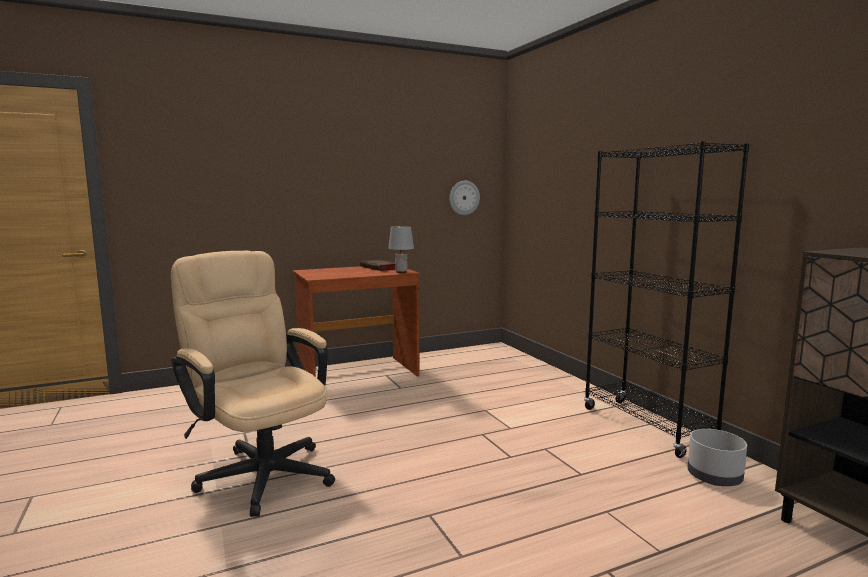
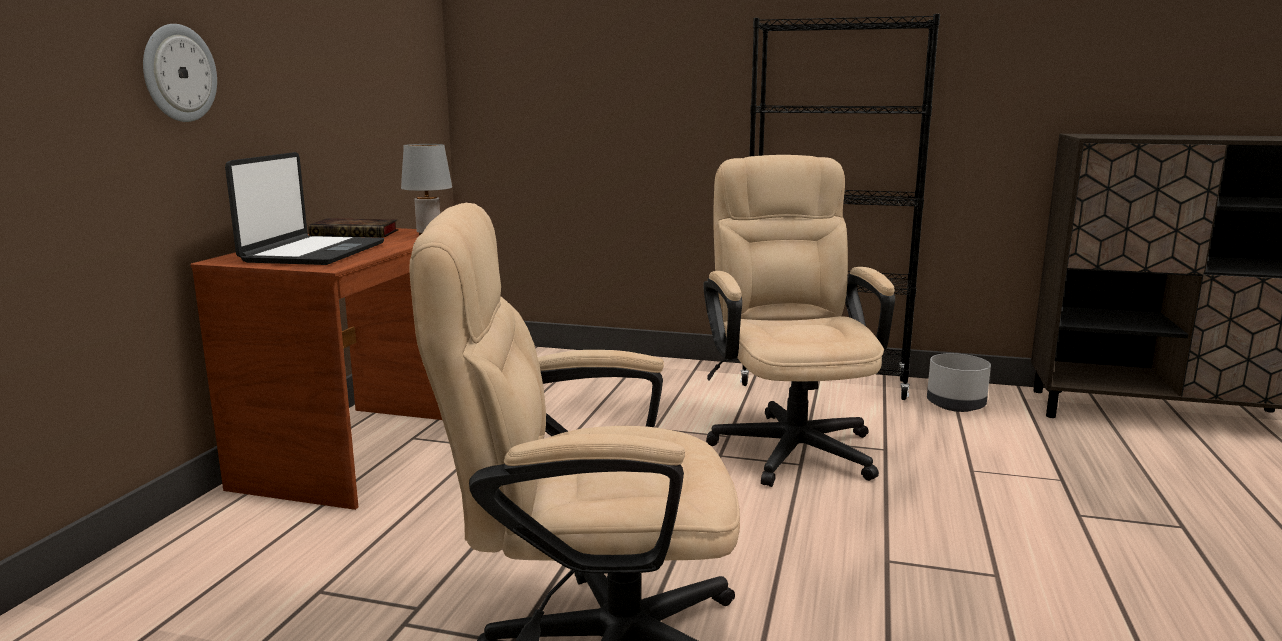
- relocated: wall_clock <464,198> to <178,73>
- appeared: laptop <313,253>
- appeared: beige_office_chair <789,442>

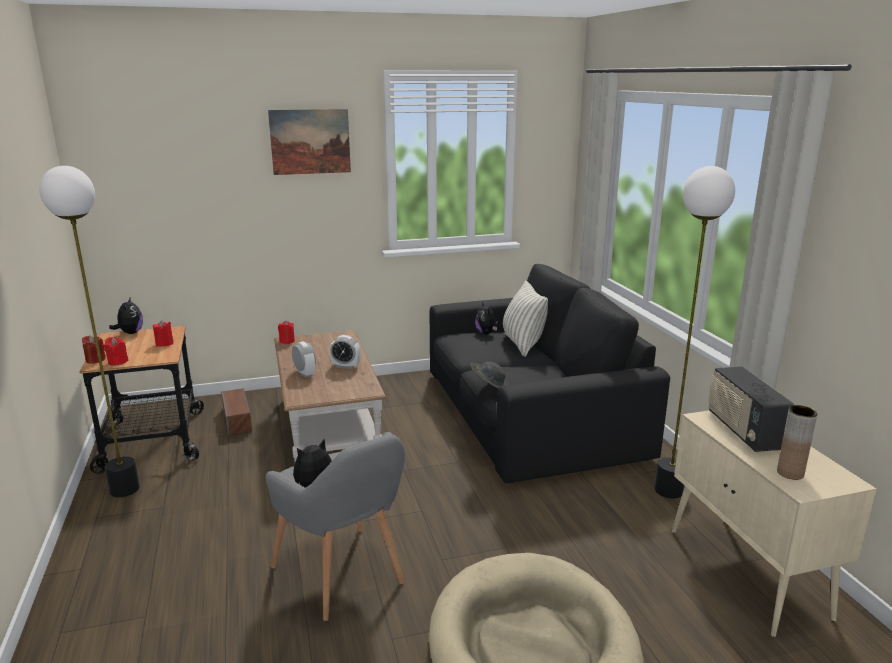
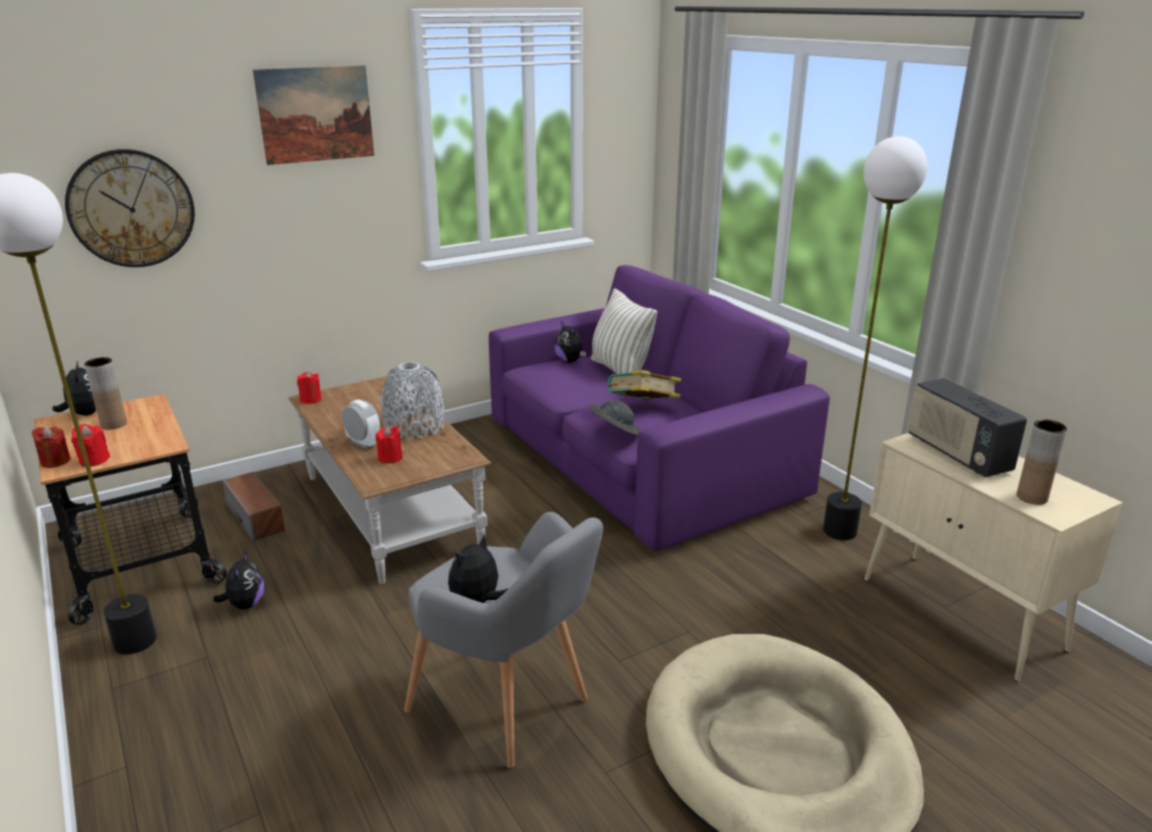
- relocated: red_candle <164,343> to <390,458>
- exchanged: alarm_clock <345,366> to grey_vase <414,426>
- colour: black_sofa <528,414> to purple_sofa <638,459>
- appeared: wall_clock <131,208>
- appeared: brown_vase <114,424>
- appeared: plush_toy <245,604>
- appeared: book <642,408>

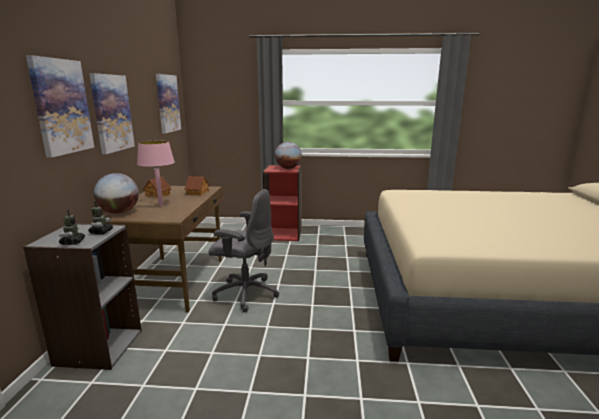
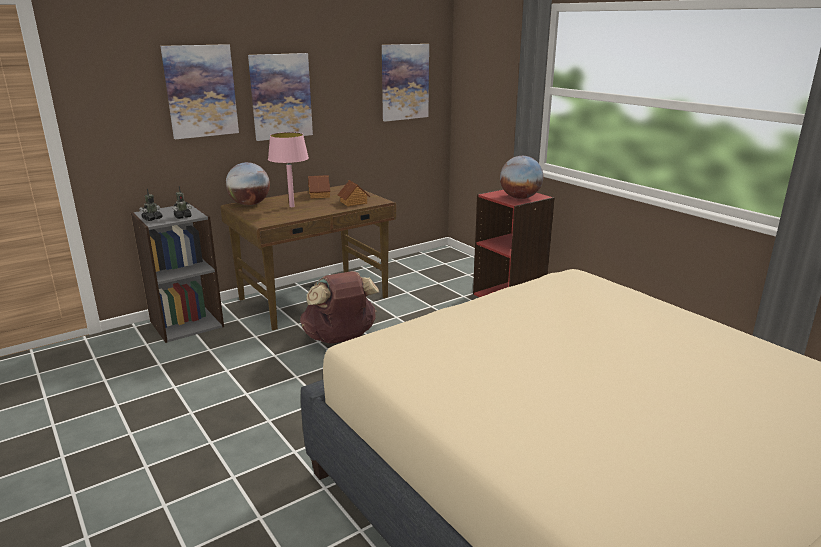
- exchanged: grey_office_chair <245,293> to brown_backpack <340,339>

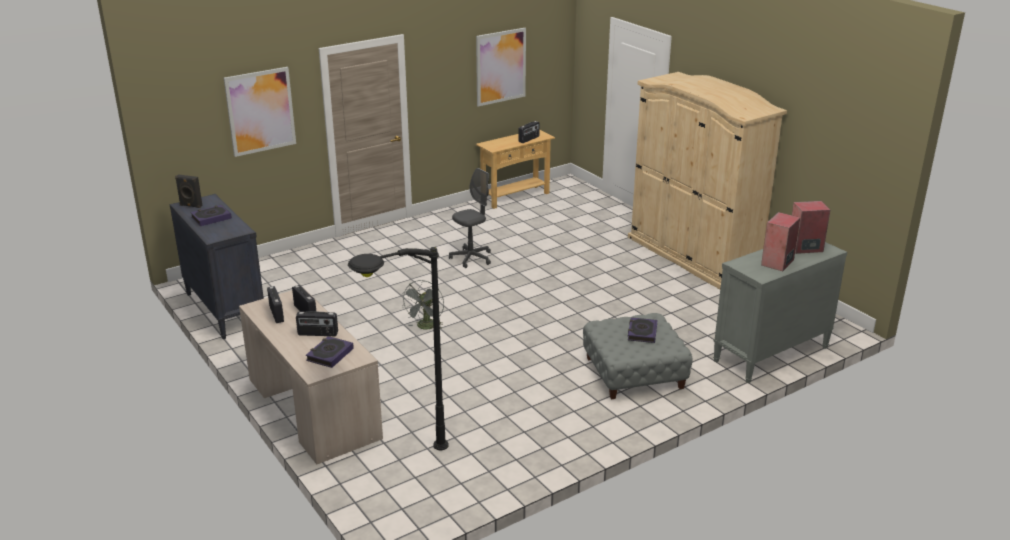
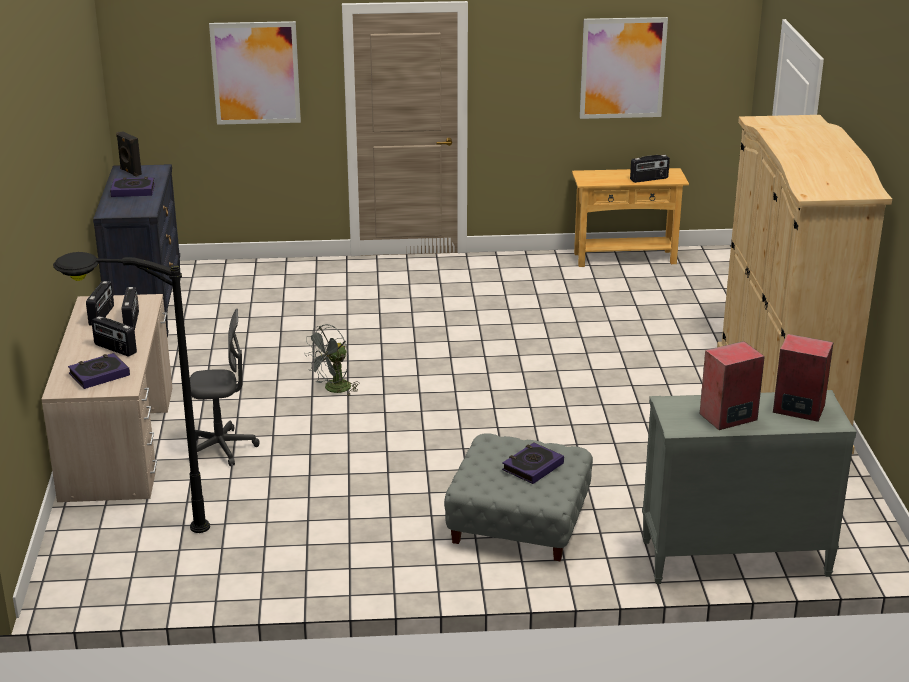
- relocated: grey_office_chair <471,258> to <222,448>

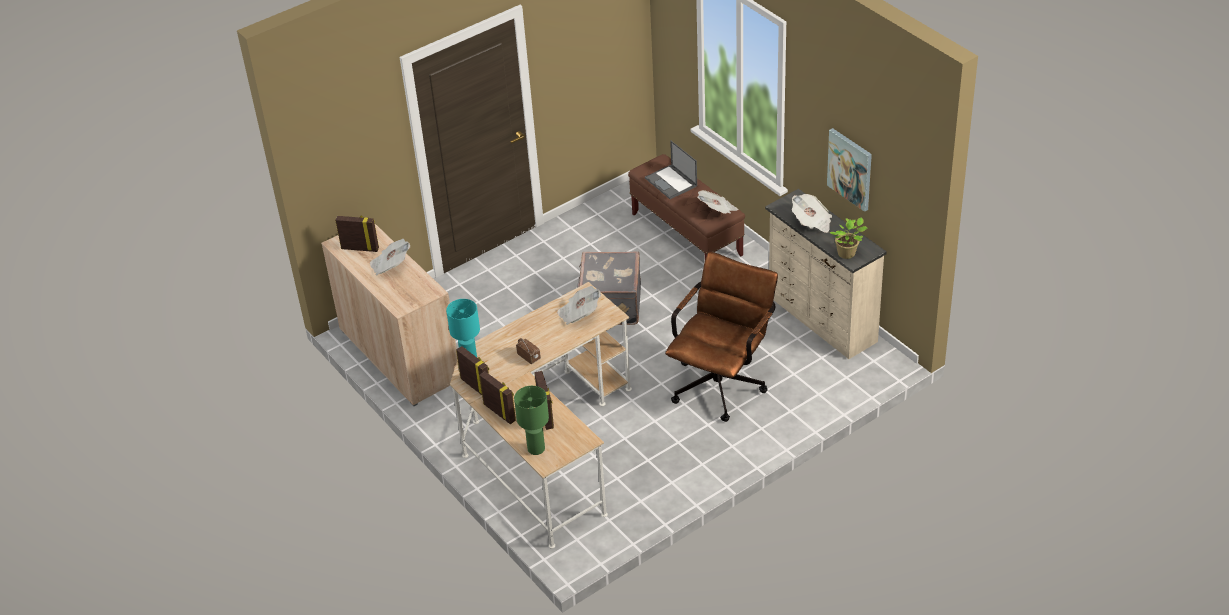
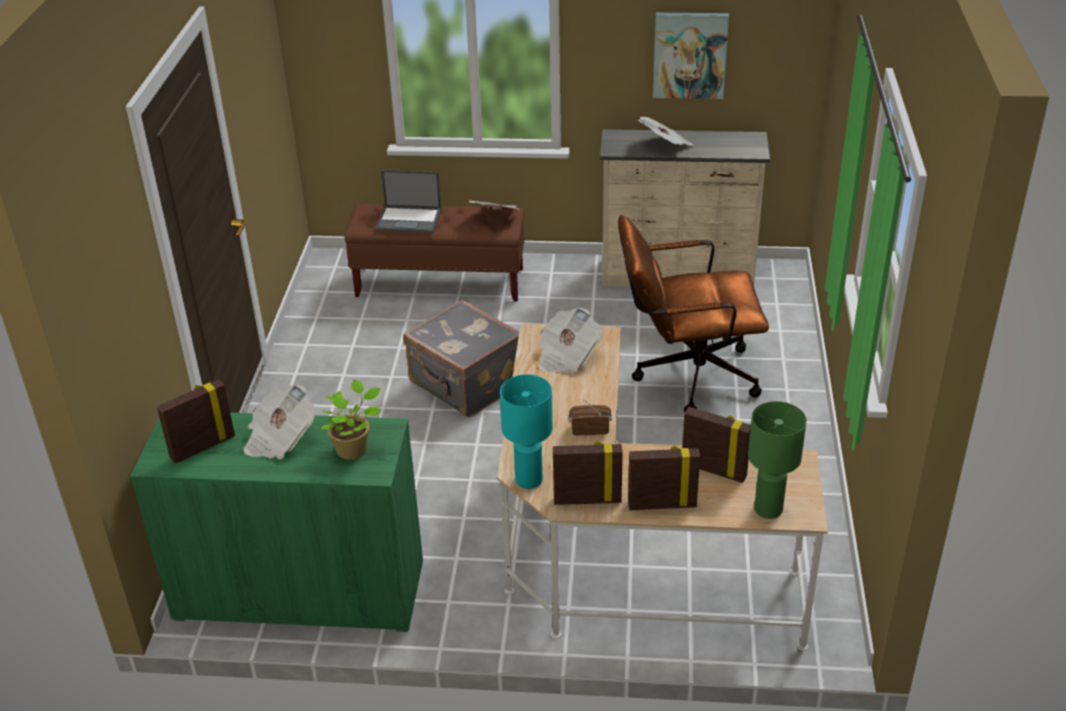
- colour: beige_cabinet <400,355> to green_cabinet <300,591>
- spun: brown_office_chair <722,381> = <685,376> 75 degrees counterclockwise
- relocated: potted_plant <848,254> to <354,449>

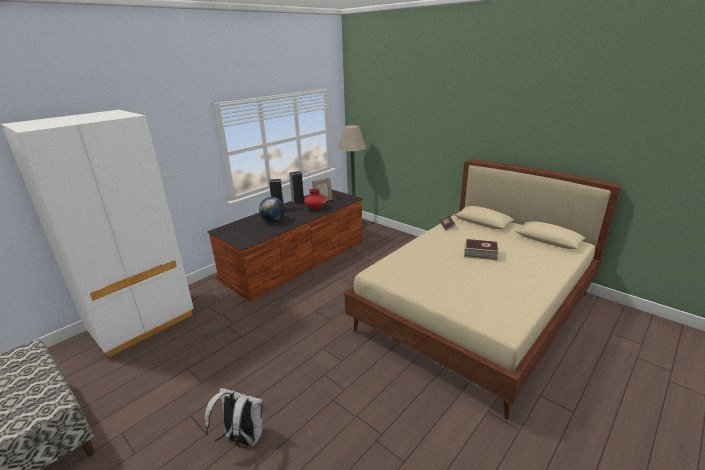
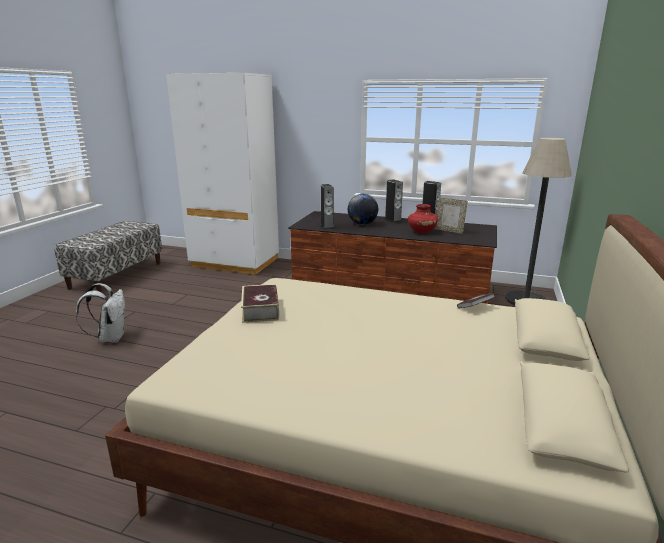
- relocated: book <480,253> to <260,309>
- appeared: speaker <327,227>

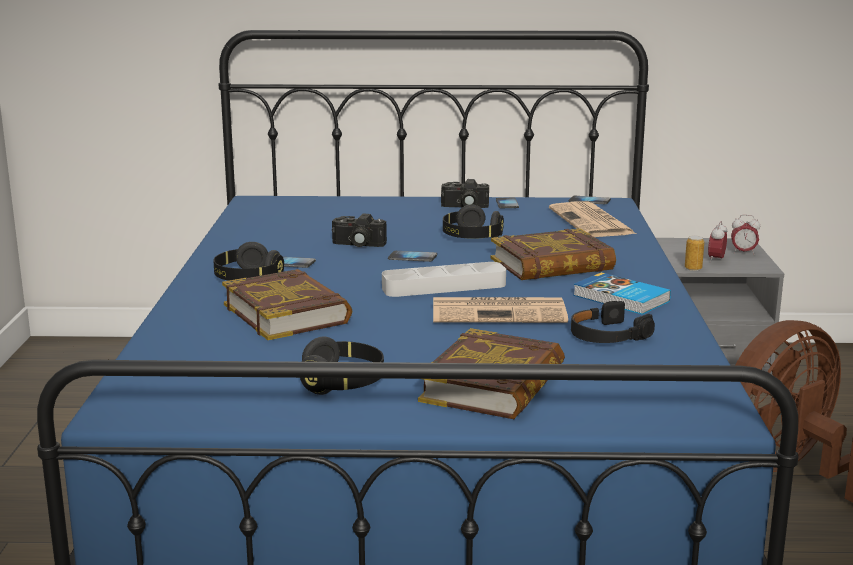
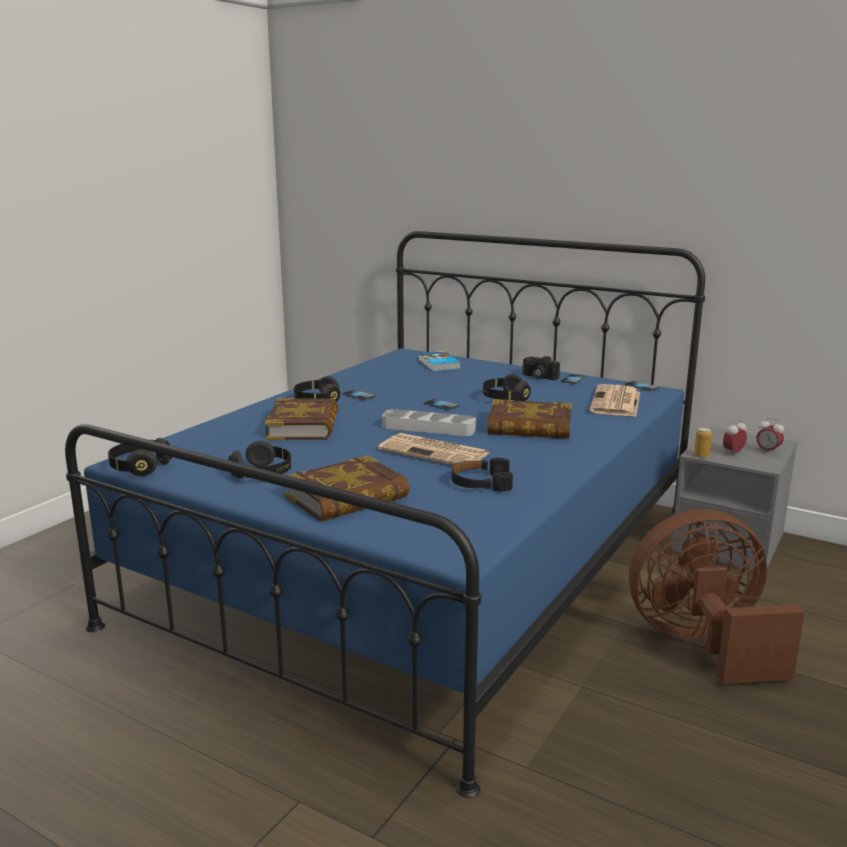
- missing: photo_camera <357,245>
- relocated: book <620,299> to <438,364>
- appeared: black_headphones <140,467>

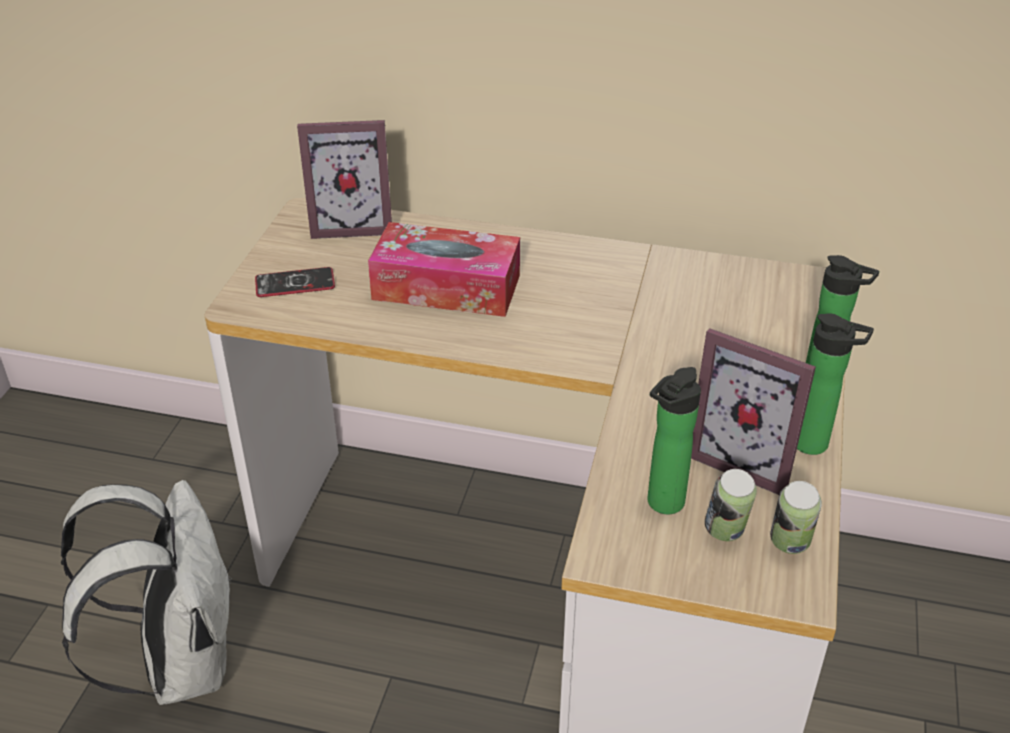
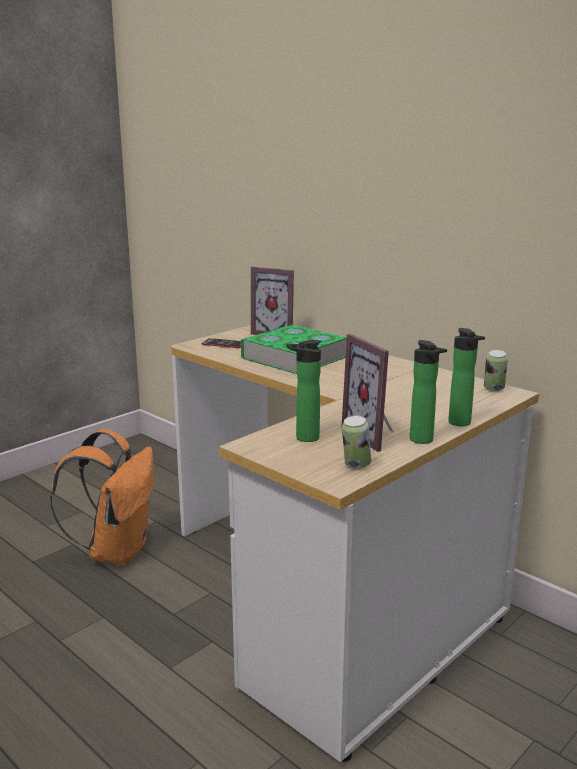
- colour: white_backpack <180,661> to orange_backpack <117,551>
- exchanged: tissue_box <446,287> to book <294,357>
- relocated: can <725,532> to <493,390>

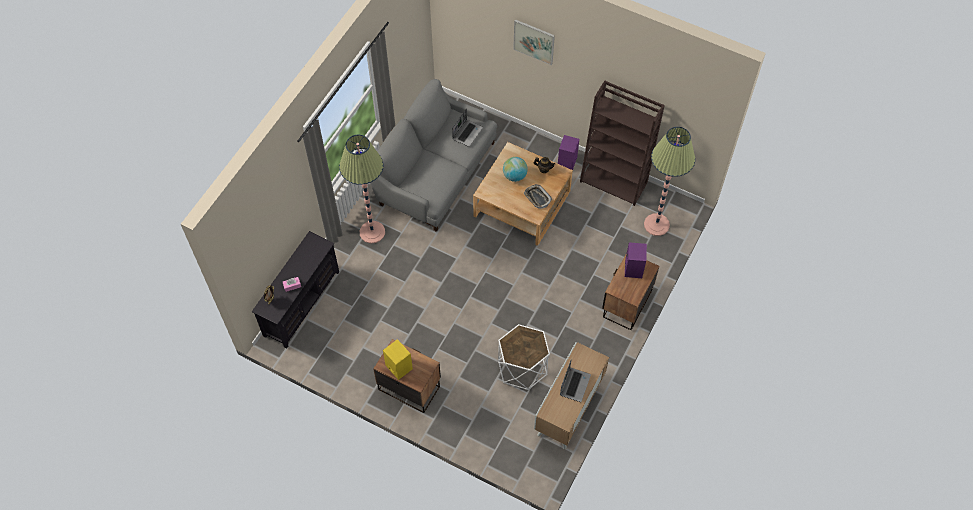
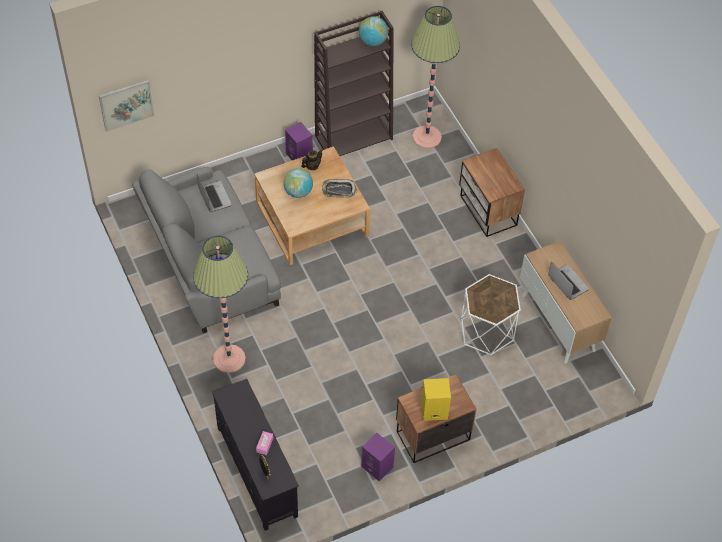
- relocated: picture <534,41> to <126,104>
- relocated: purple_speaker <634,269> to <378,467>
- appeared: globe <373,41>

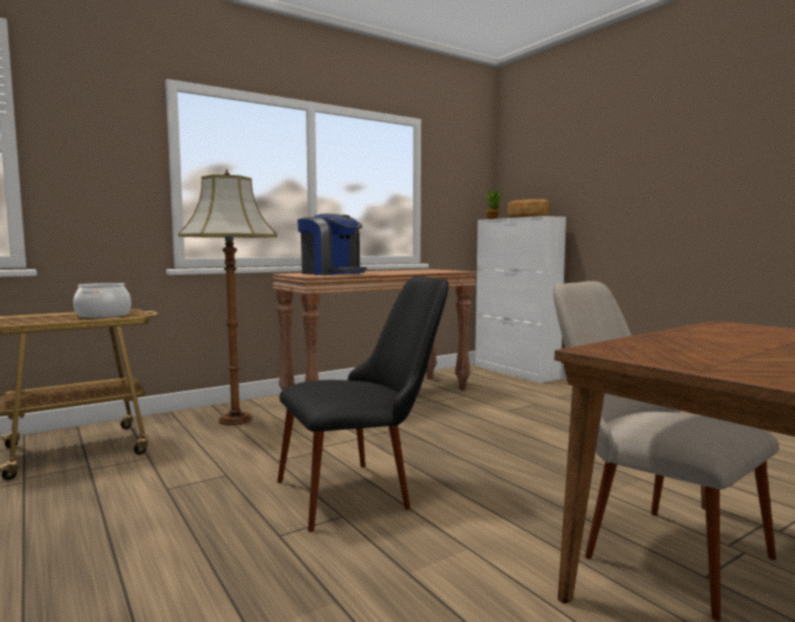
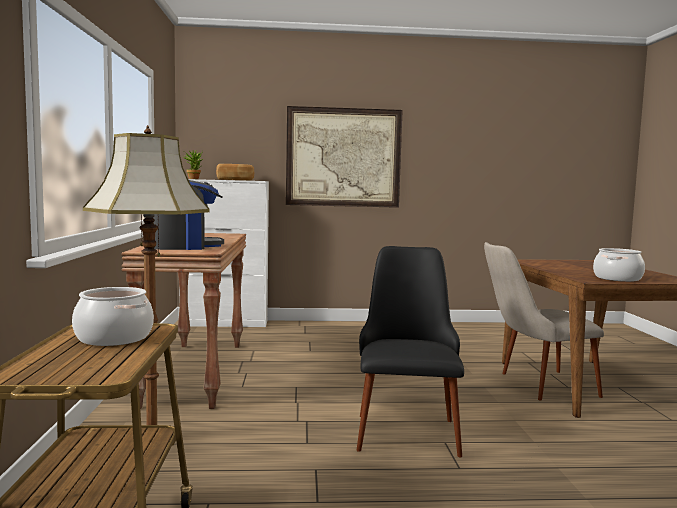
- appeared: picture <343,157>
- appeared: cooking_pot <617,278>

